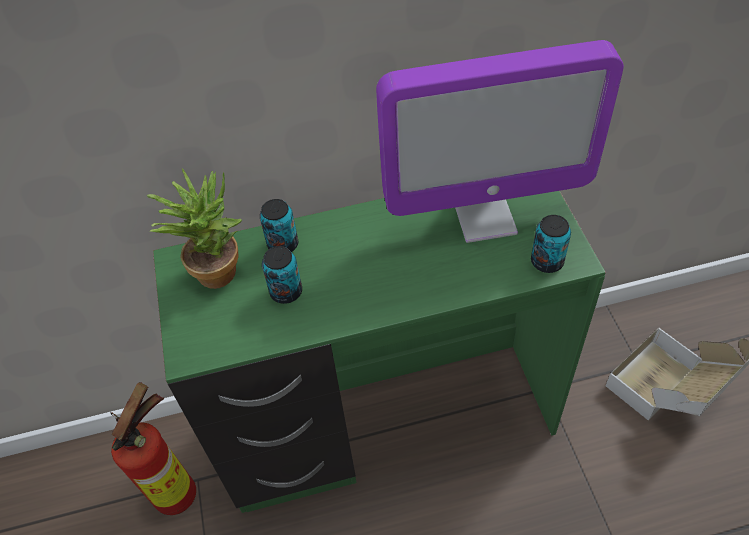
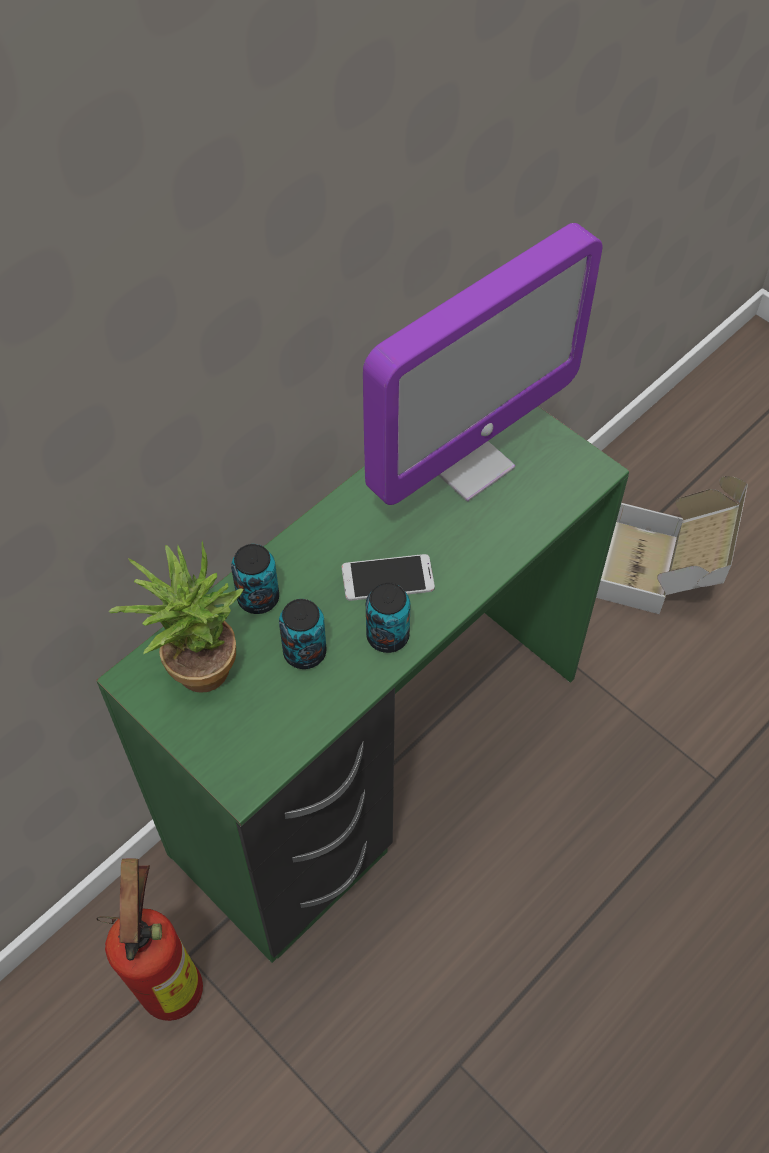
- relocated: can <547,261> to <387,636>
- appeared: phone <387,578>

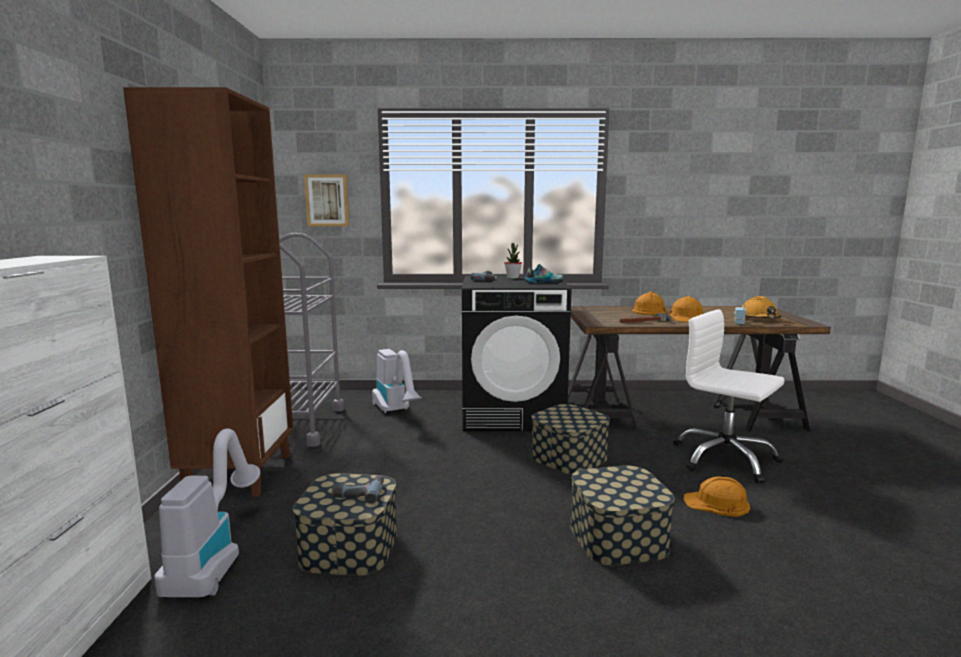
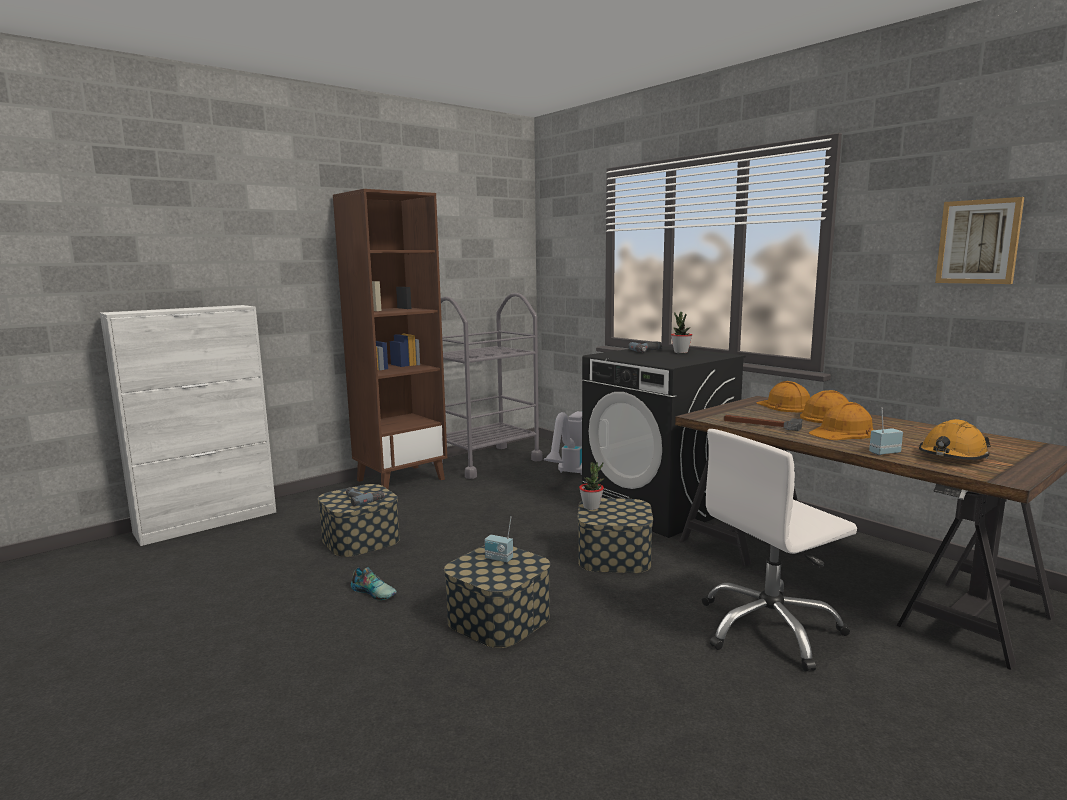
- missing: vacuum_cleaner <214,558>
- relocated: picture <327,200> to <978,242>
- relocated: shoe <543,281> to <374,592>
- spun: white_office_chair <724,459> = <769,629> 120 degrees counterclockwise
- relocated: orange_hard_hat <717,503> to <785,406>
- appeared: radio <498,559>
- appeared: potted_plant <591,507>

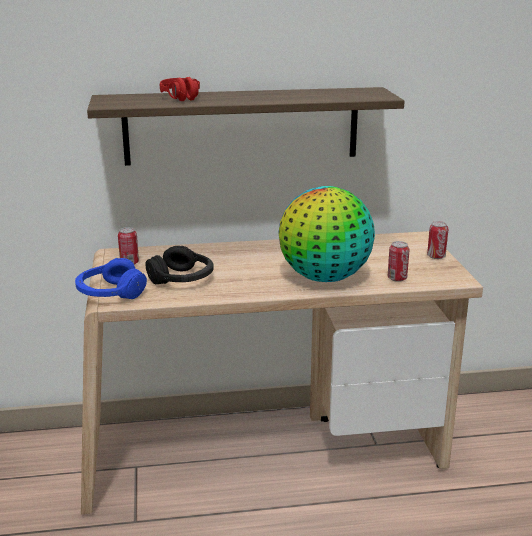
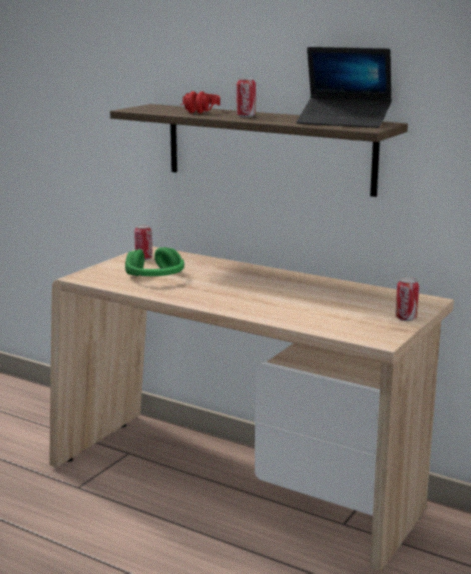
- missing: blue_headphones <110,293>
- colour: black_headphones <182,279> to green_headphones <155,277>
- missing: globe <325,278>
- relocated: can <397,278> to <245,116>
- appeared: laptop <344,122>

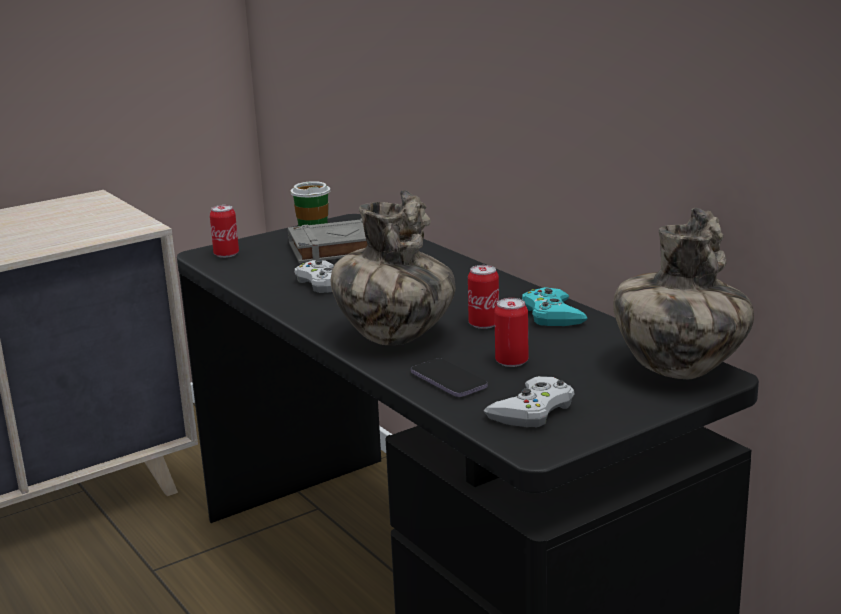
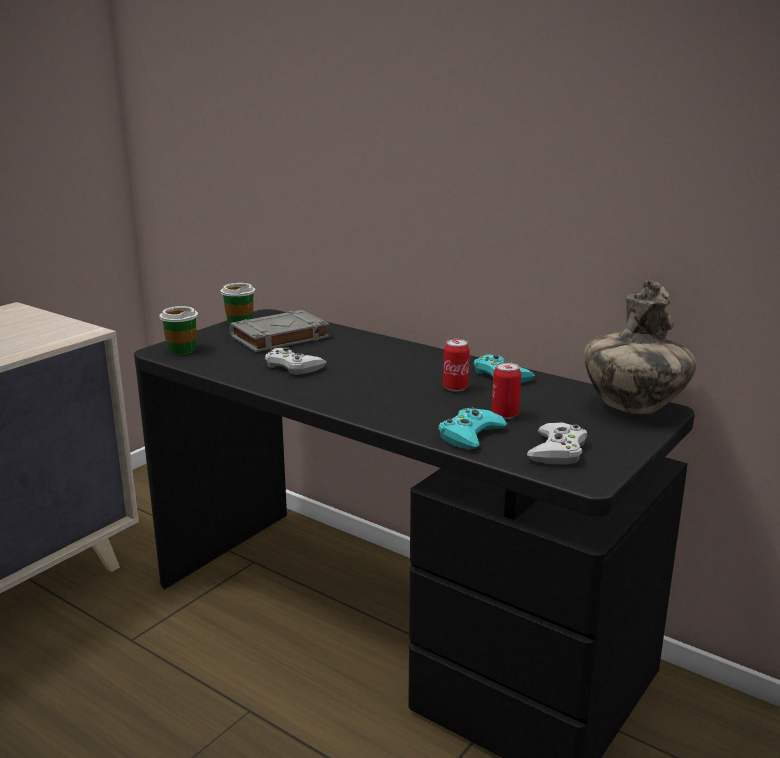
- exchanged: can <226,254> to cup <182,350>
- missing: vase <394,337>
- exchanged: phone <448,381> to turquoise_game_controller <470,435>

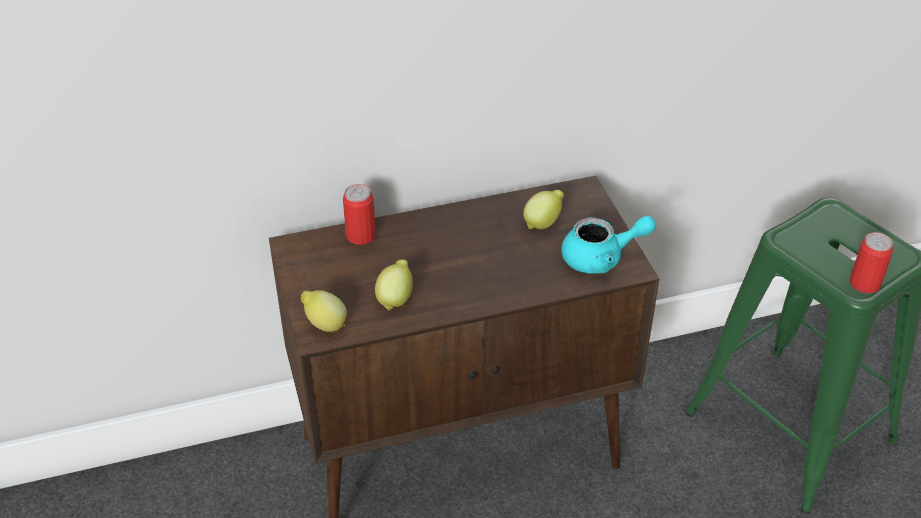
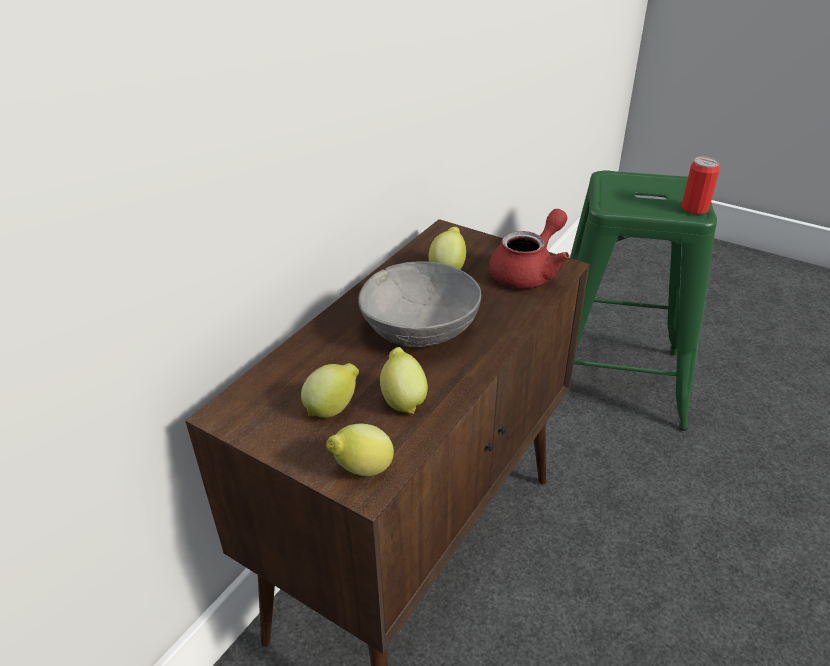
- missing: can <360,236>
- colour: turquoise_teapot <601,258> to red_teapot <529,271>
- appeared: lemon <333,409>
- appeared: grey_bowl <421,329>

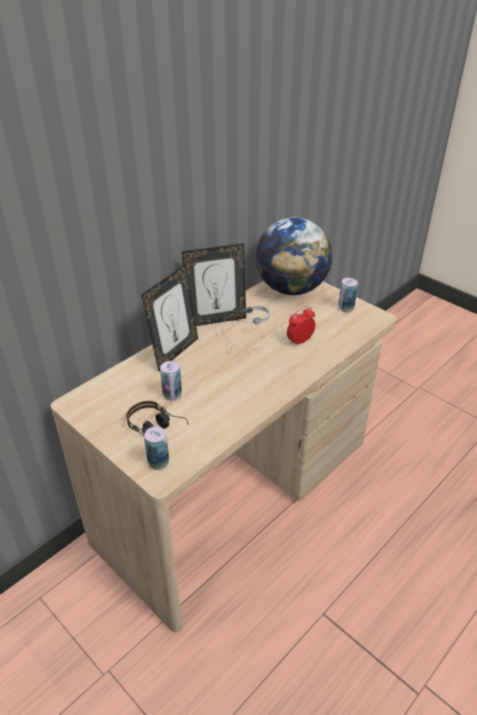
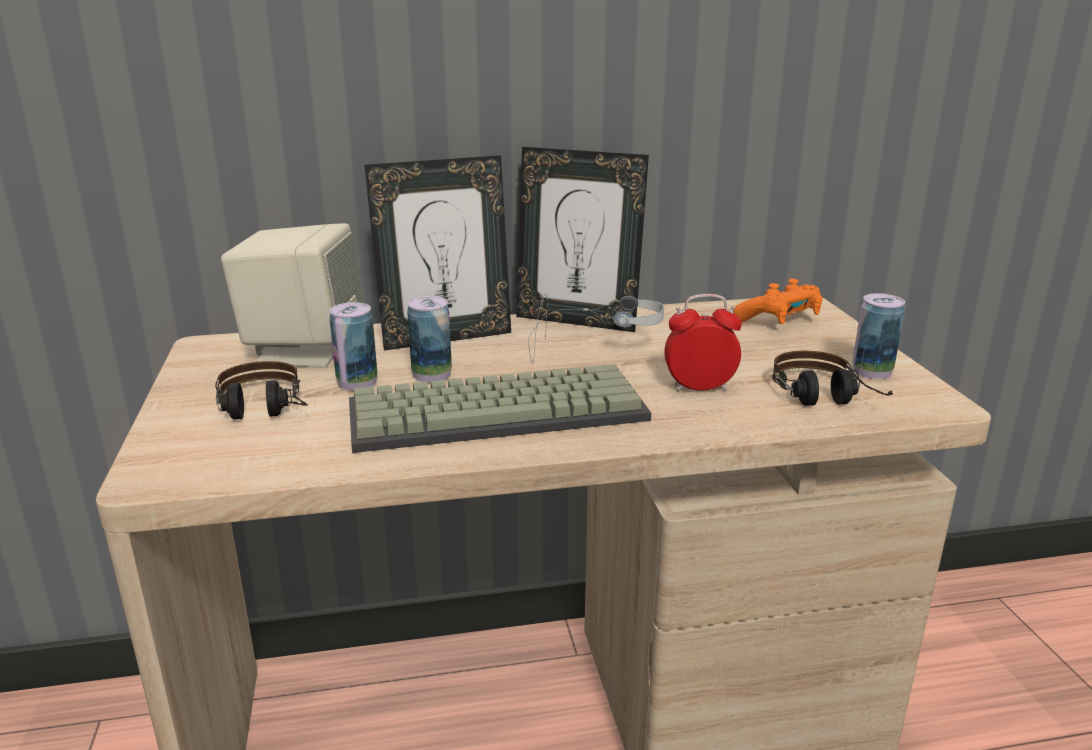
- relocated: can <158,462> to <432,375>
- exchanged: globe <291,289> to orange_game_controller <779,320>
- appeared: beige_speaker <304,350>
- appeared: keyboard <499,410>
- appeared: headphones <827,401>

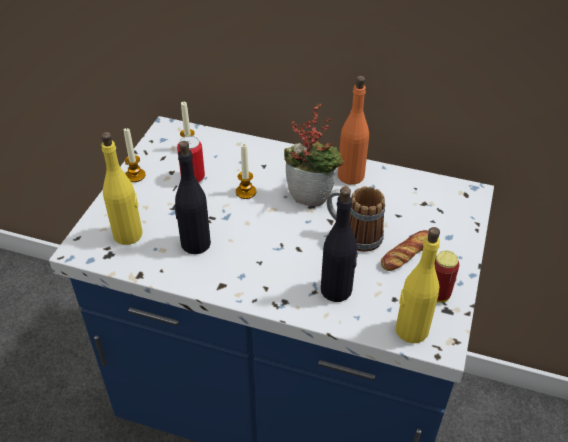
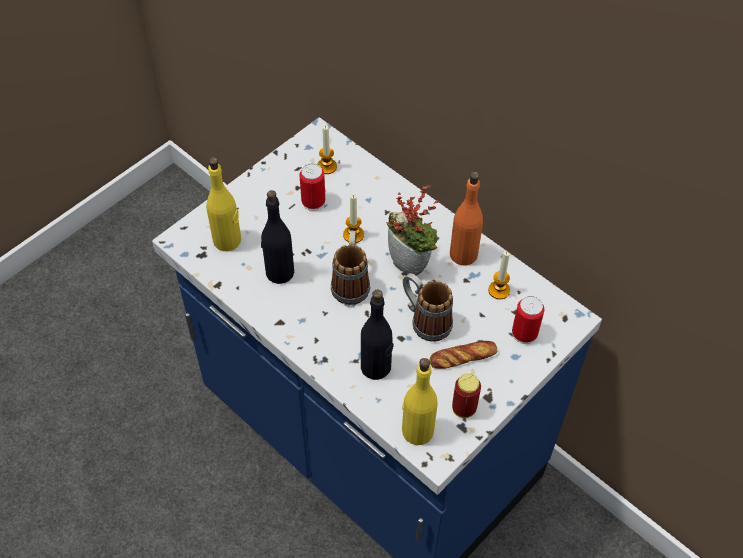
- relocated: candle <135,175> to <499,290>
- appeared: mug <351,282>
- appeared: can <524,333>

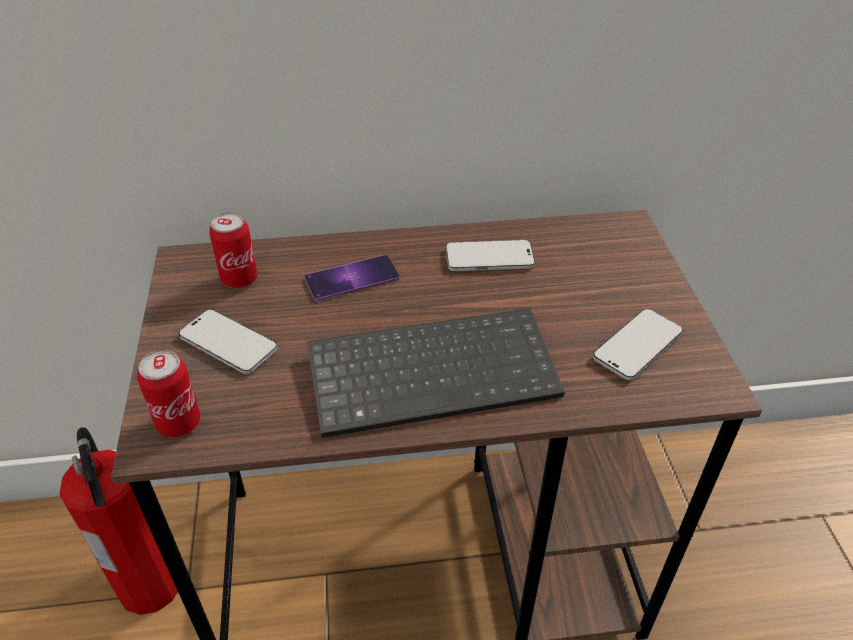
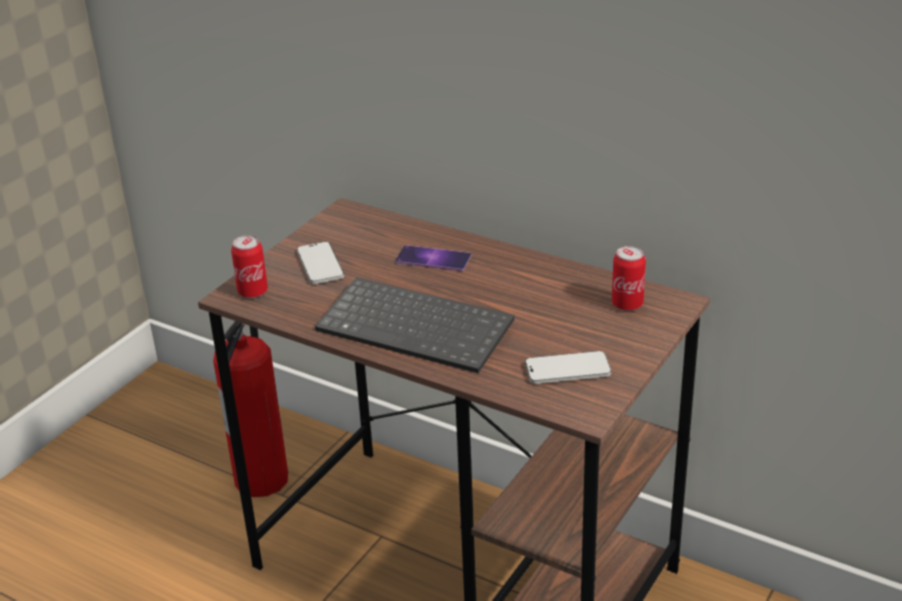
- relocated: can <239,279> to <627,304>
- missing: phone <489,258>

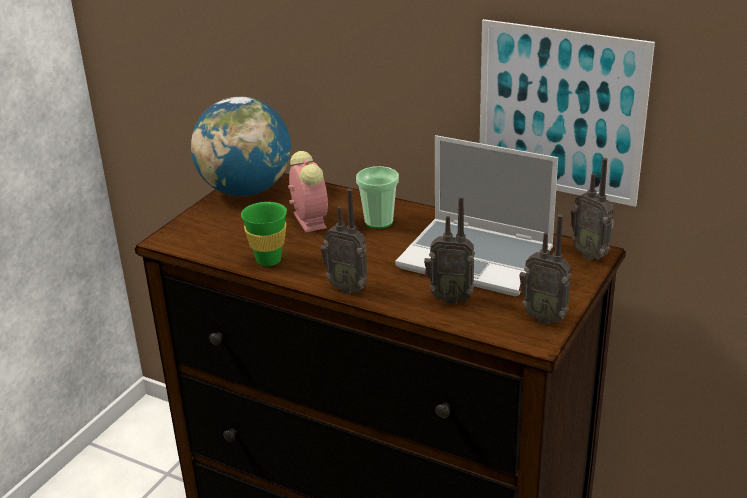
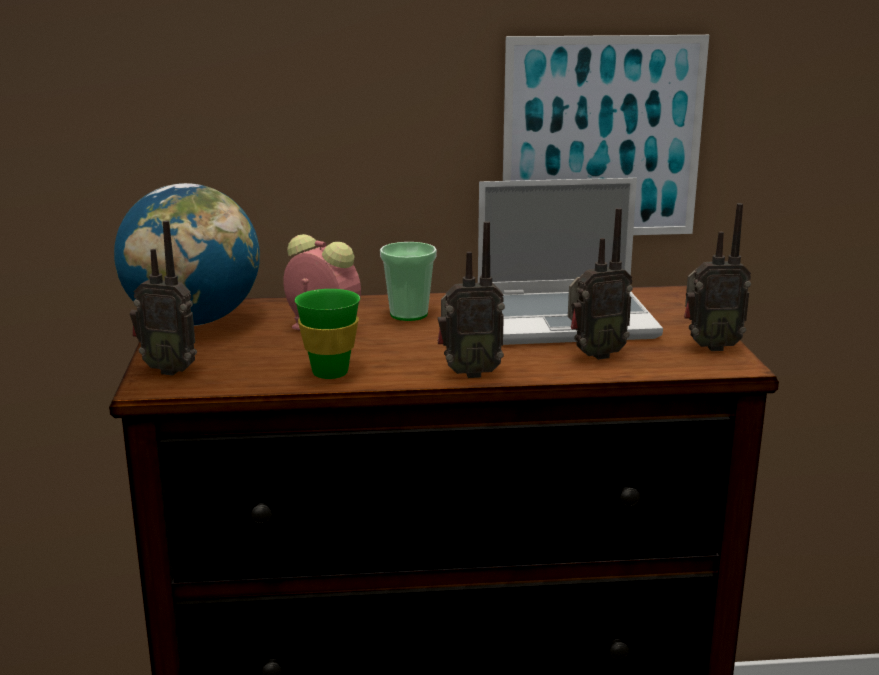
- relocated: radio <590,254> to <170,370>

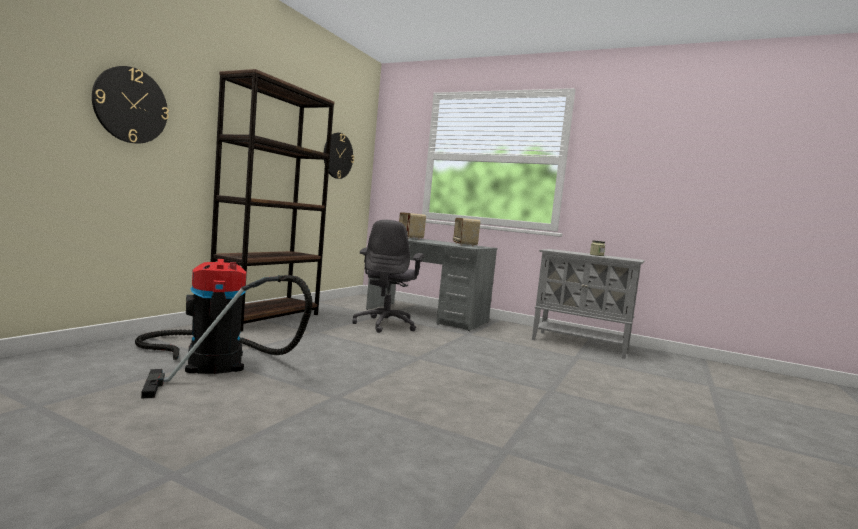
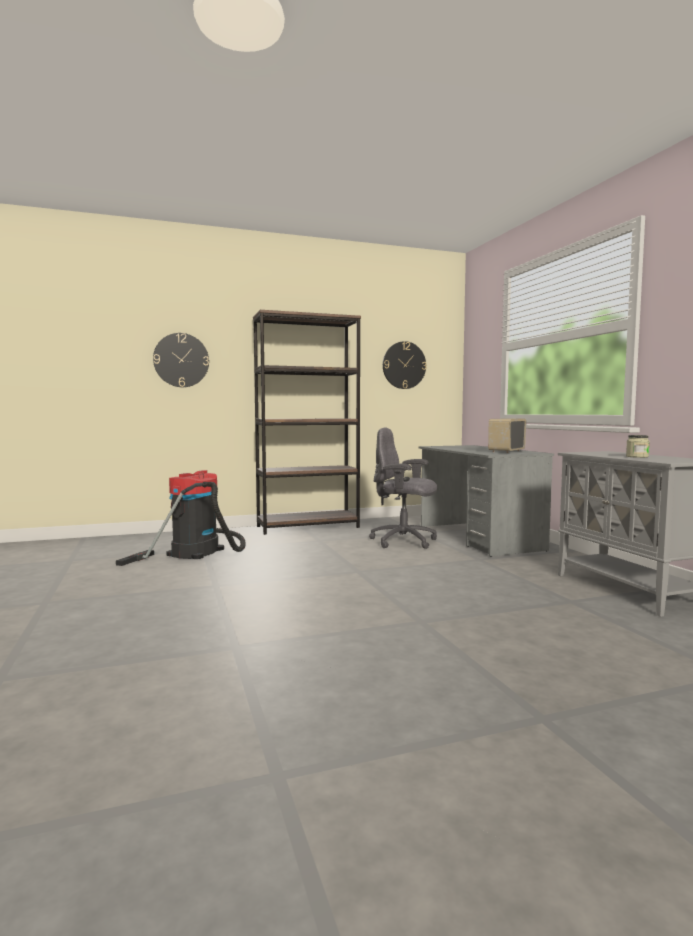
- spun: grey_office_chair <385,325> = <404,541> 60 degrees clockwise
- missing: radio <409,238>

